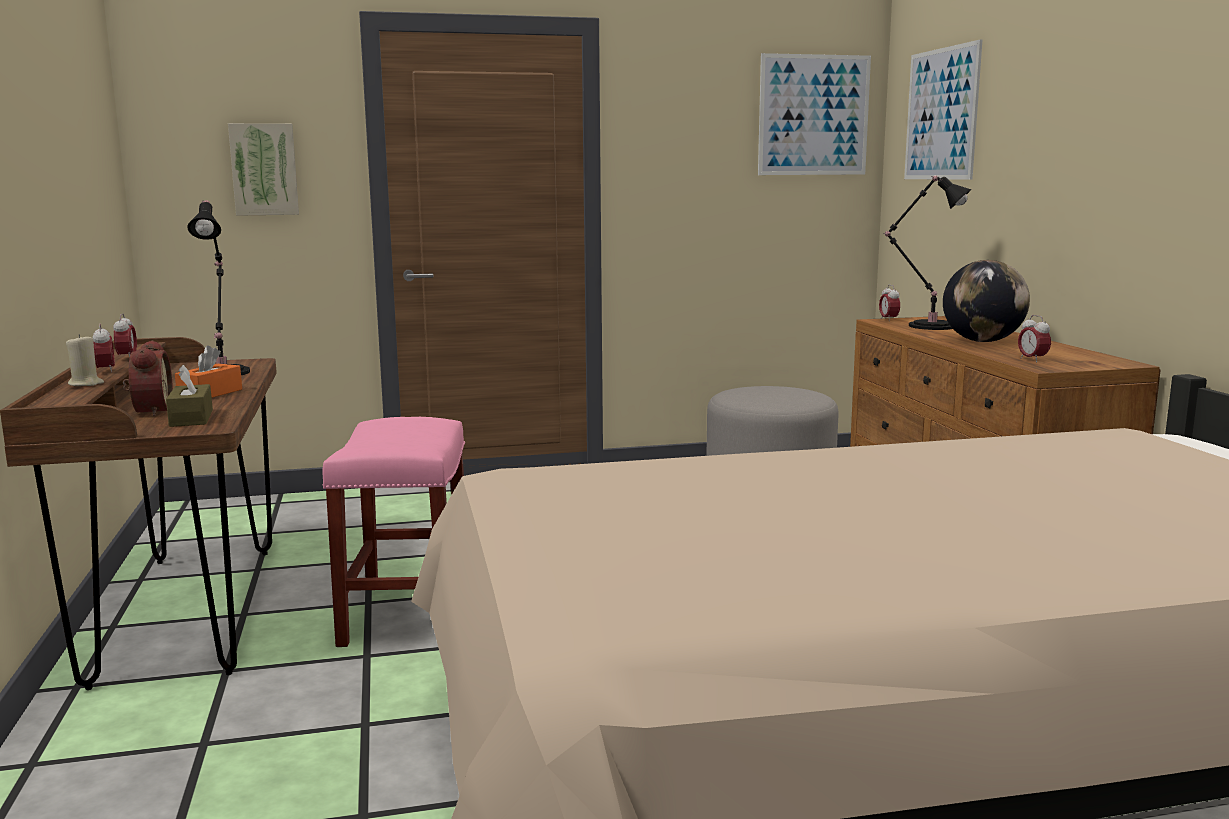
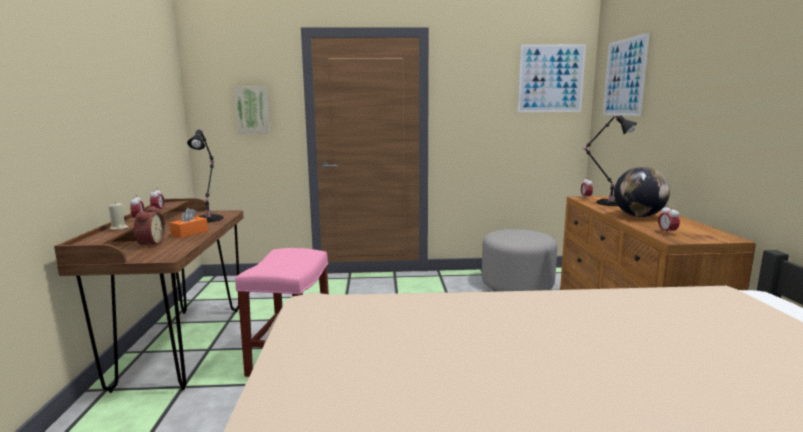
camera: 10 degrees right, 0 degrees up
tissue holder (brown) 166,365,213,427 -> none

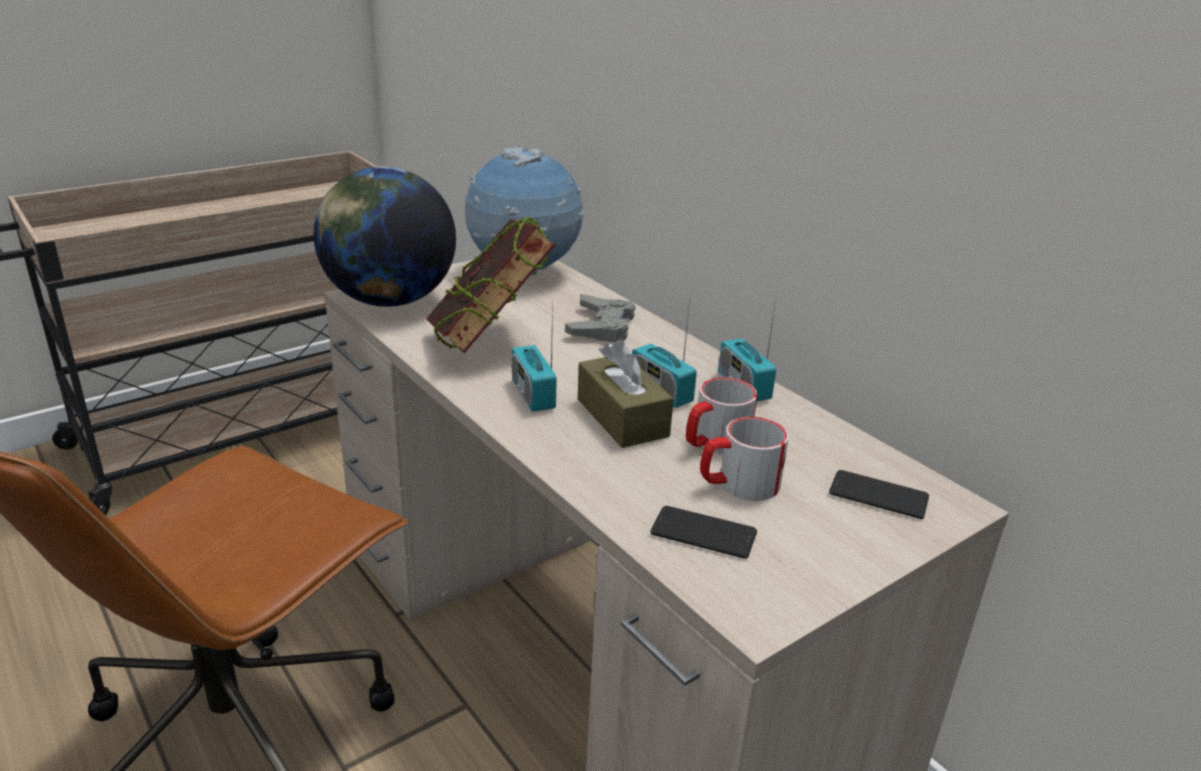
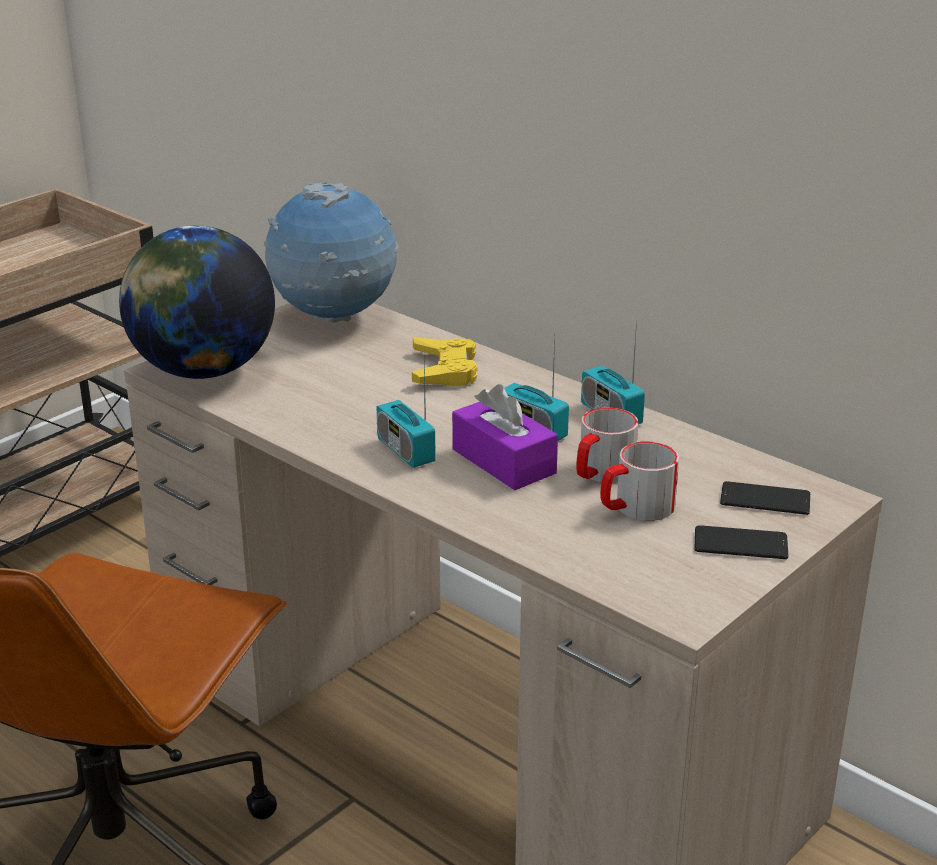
camera: 10 degrees left, 0 degrees up
volume 426,216,556,353 -> none
handset 650,506,757,559 -> handset 694,525,788,559, shifted
joypad (gray) 565,294,635,342 -> joypad (yellow-coloured) 412,337,477,386
tissue holder (brown) 578,340,674,448 -> tissue holder (purple) 452,384,558,490

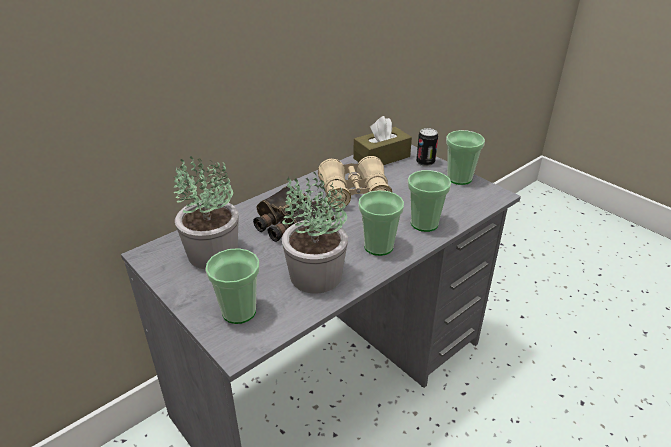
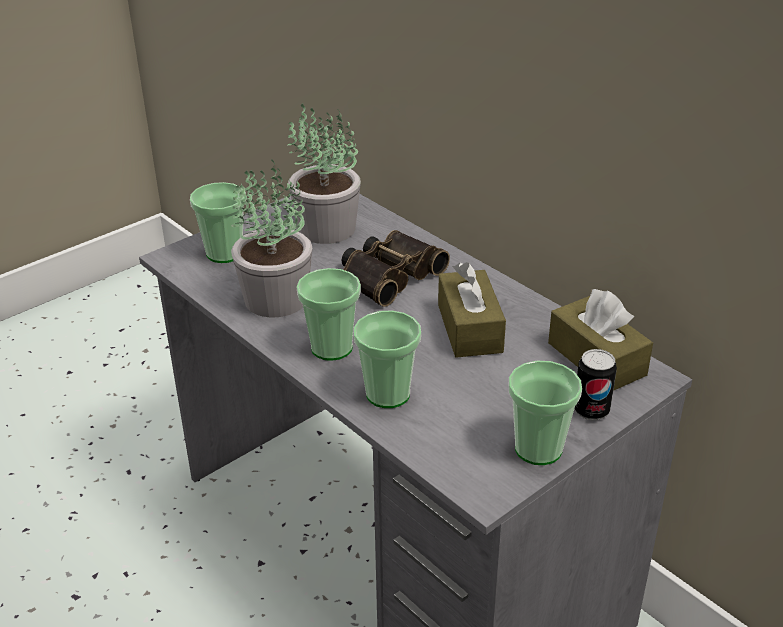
camera: 90 degrees right, 0 degrees up
pair of binoculars (beige-coloured) 318,156,393,209 -> tissue holder (brown) 438,262,506,358

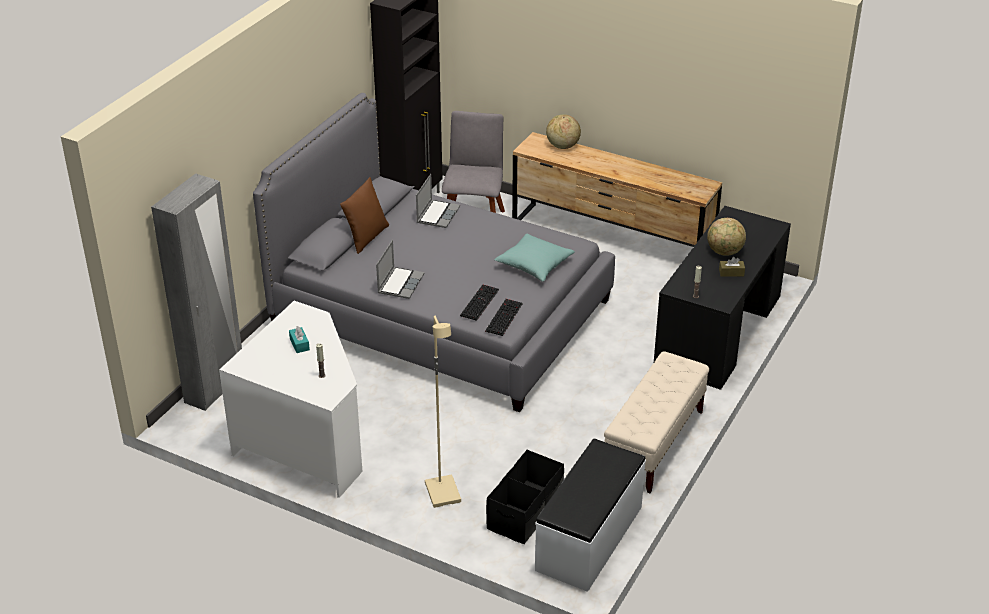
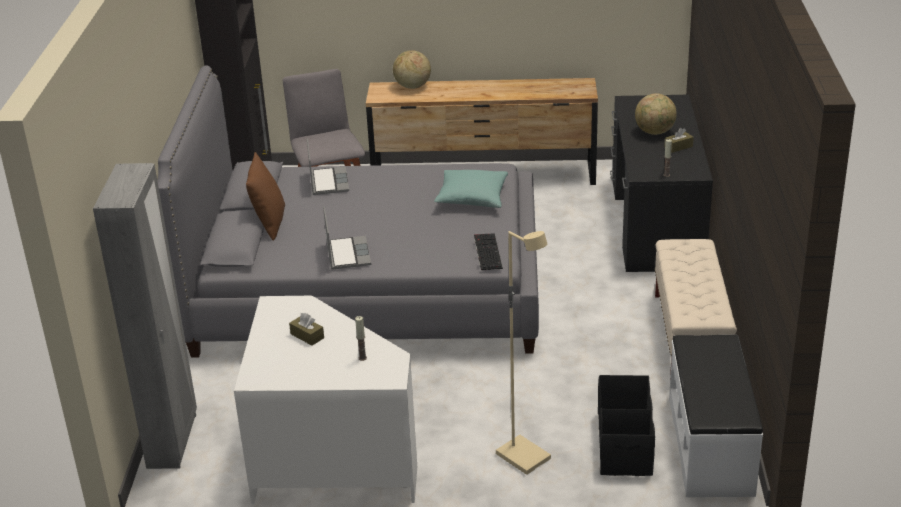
camera: 25 degrees left, 5 degrees down
computer keyboard 460,285,499,321 -> none
tissue holder (turquoise) 289,326,310,353 -> tissue holder (brown) 289,313,324,346

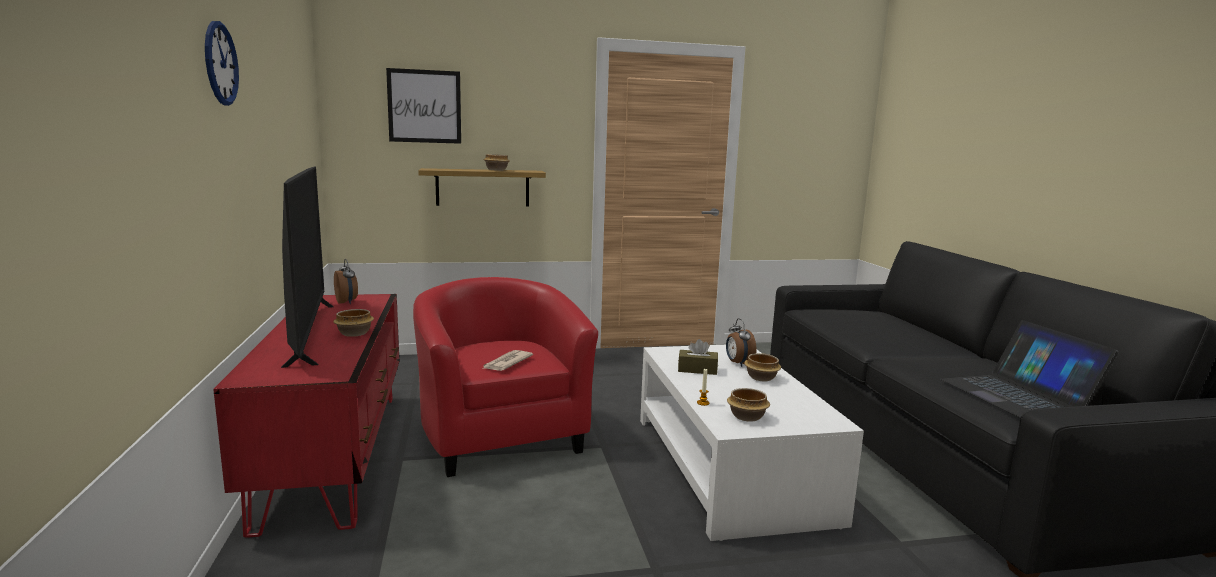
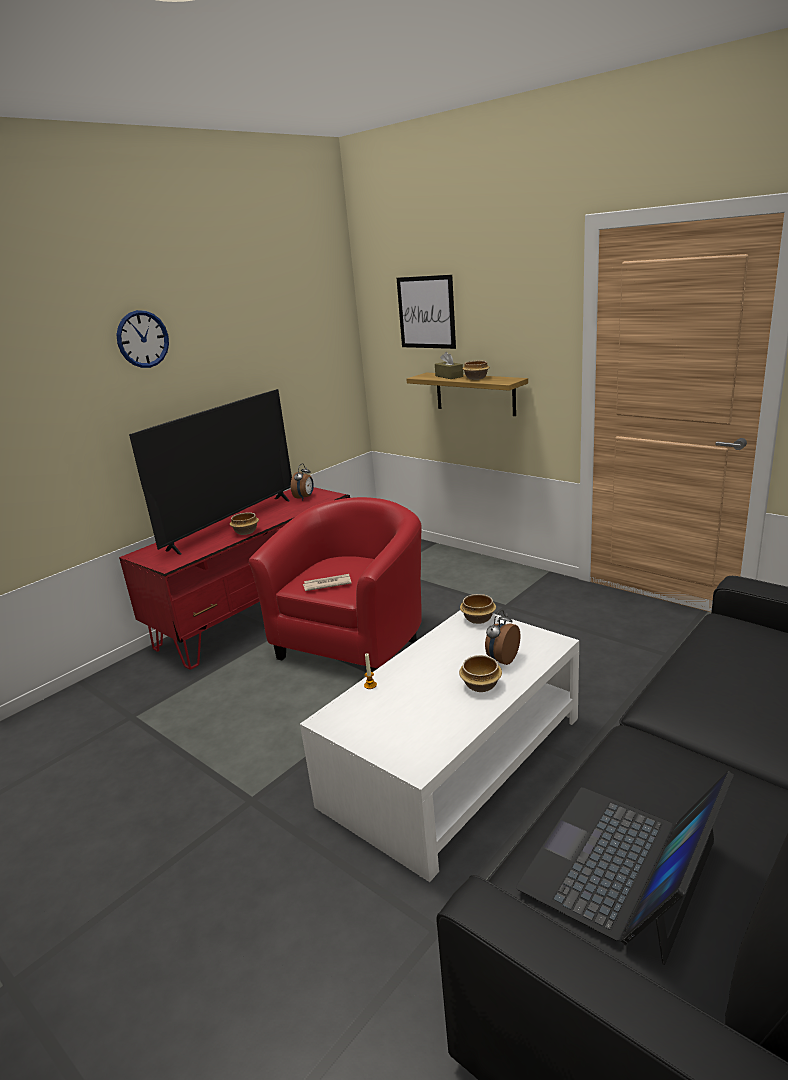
camera: 55 degrees right, 10 degrees up
tissue holder (brown) 678,339,718,375 -> tissue holder (brown) 435,352,463,379, shifted
deep dish 727,388,770,421 -> deep dish 460,594,496,624, shifted

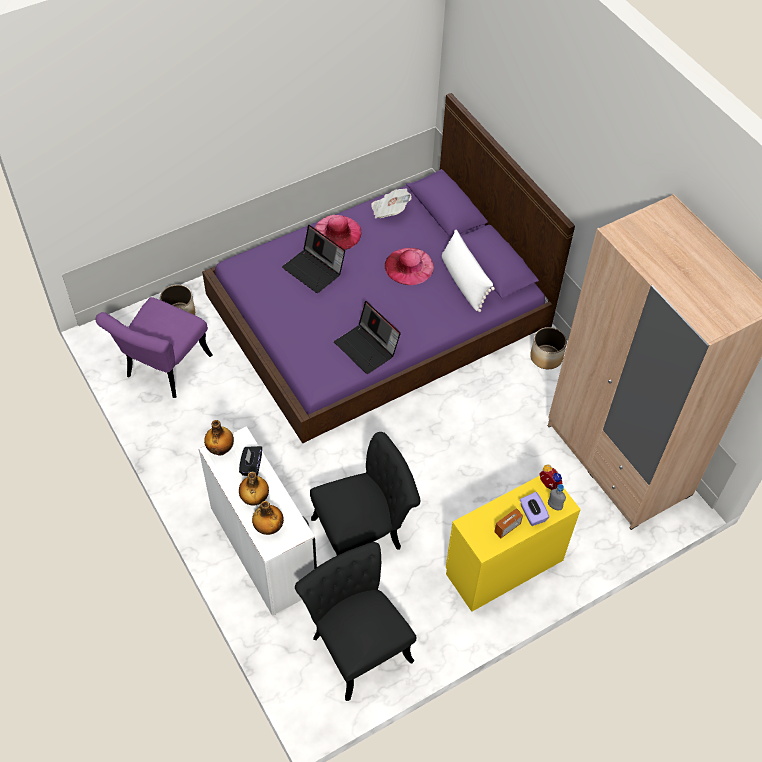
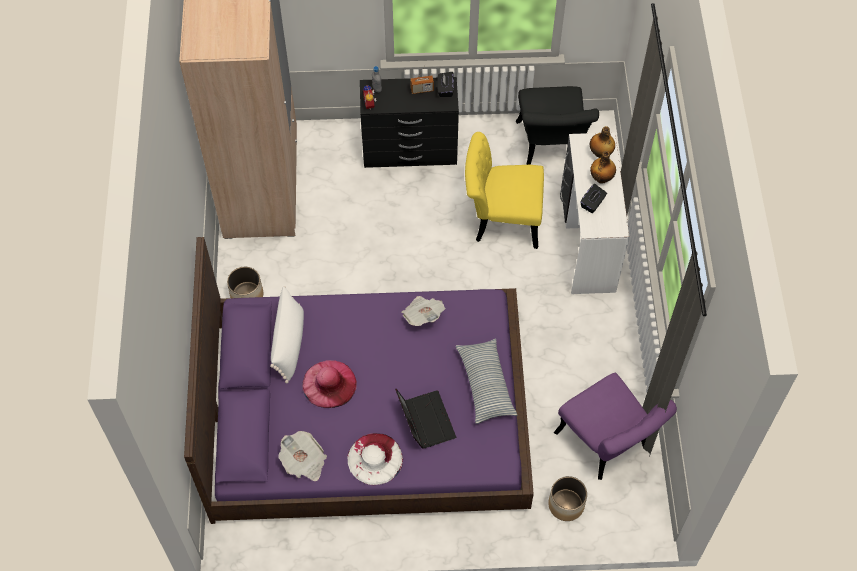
camera: 150 degrees left, 5 degrees up
bottle 204,420,234,456 -> none
tissue holder (purple) 520,492,549,526 -> none
none -> tissue holder (black) 437,72,454,97
none -> cushion 456,338,517,424
portable computer 334,301,401,374 -> printed paper 401,296,445,326
chair (black) 310,432,420,555 -> chair (yellow-coloured) 465,132,544,249
clothing hat (pinkish) 314,215,361,250 -> clothing hat (white) 347,433,403,485
drawer chest (yellow-coloured) 446,476,581,612 -> drawer chest (black) 360,77,459,168
chair (purple) 96,297,212,398 -> chair (purple) 554,373,677,480, 90 degrees clockwise

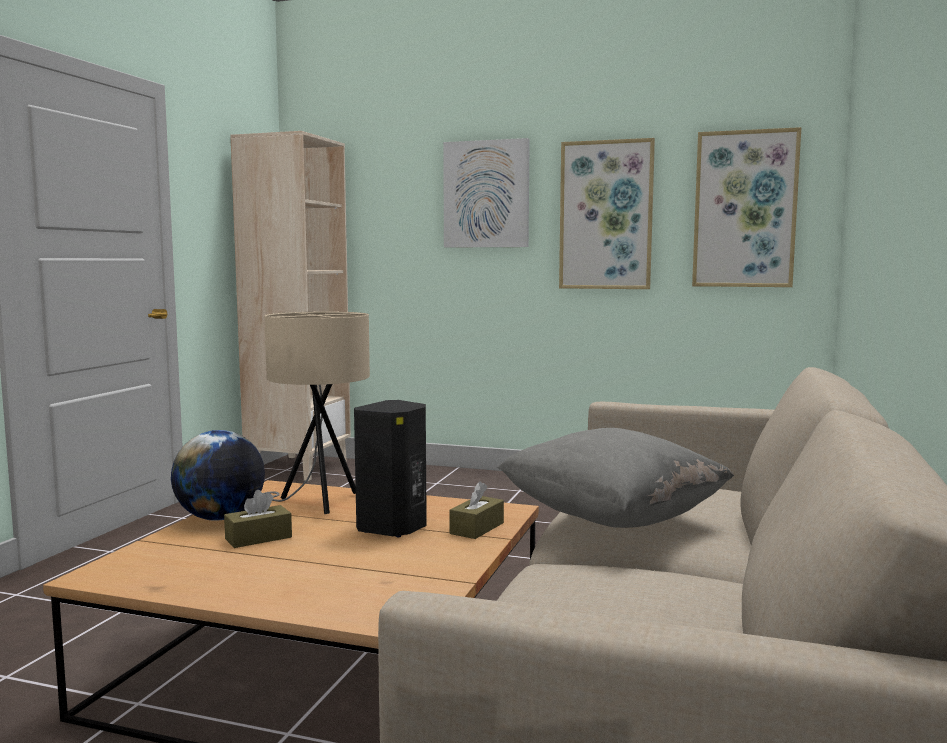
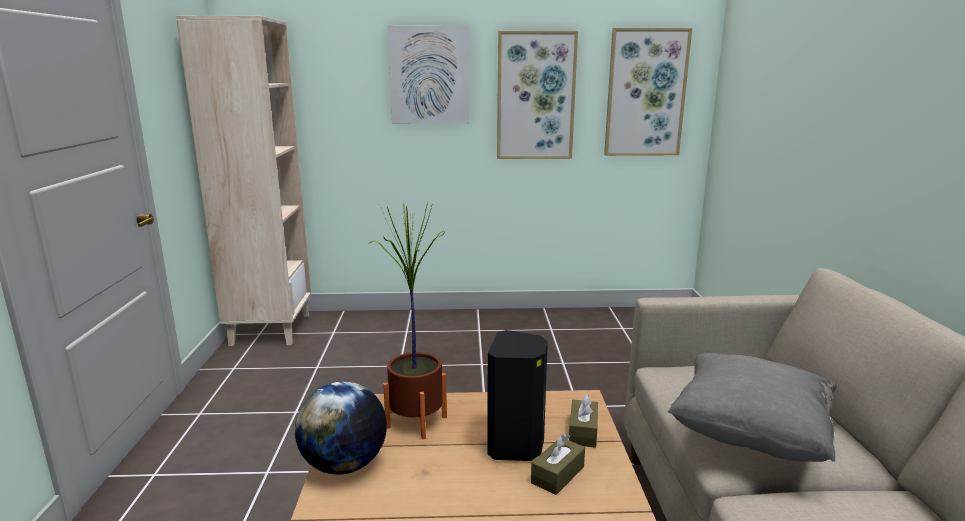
camera: 20 degrees left, 10 degrees up
tissue holder (brown) 224,490,292,548 -> tissue holder (brown) 531,433,585,495, shifted
tabletop lamp (beige-coloured) 264,312,370,514 -> plant in a pot 369,201,447,440

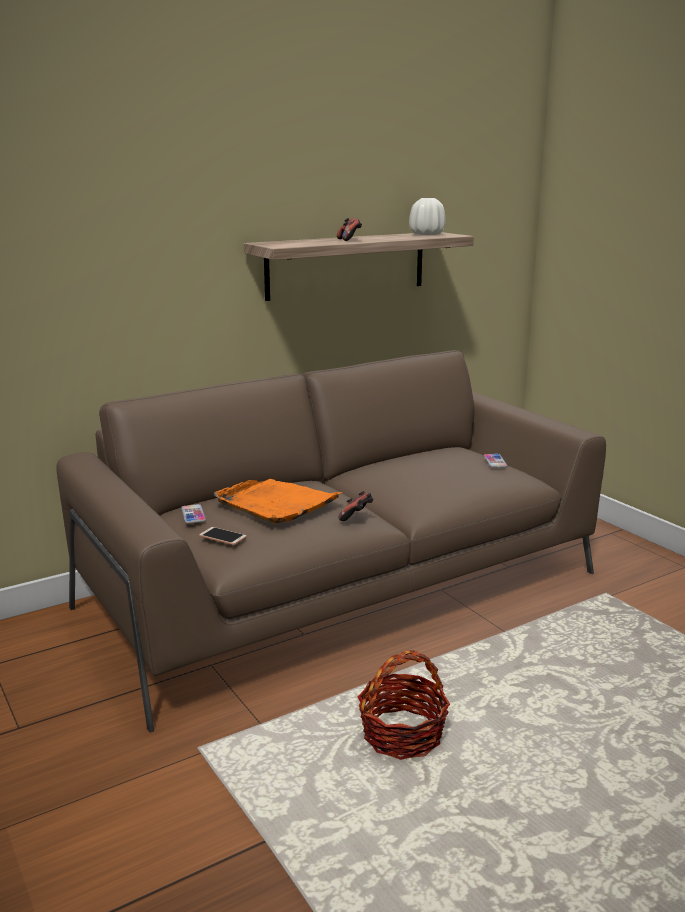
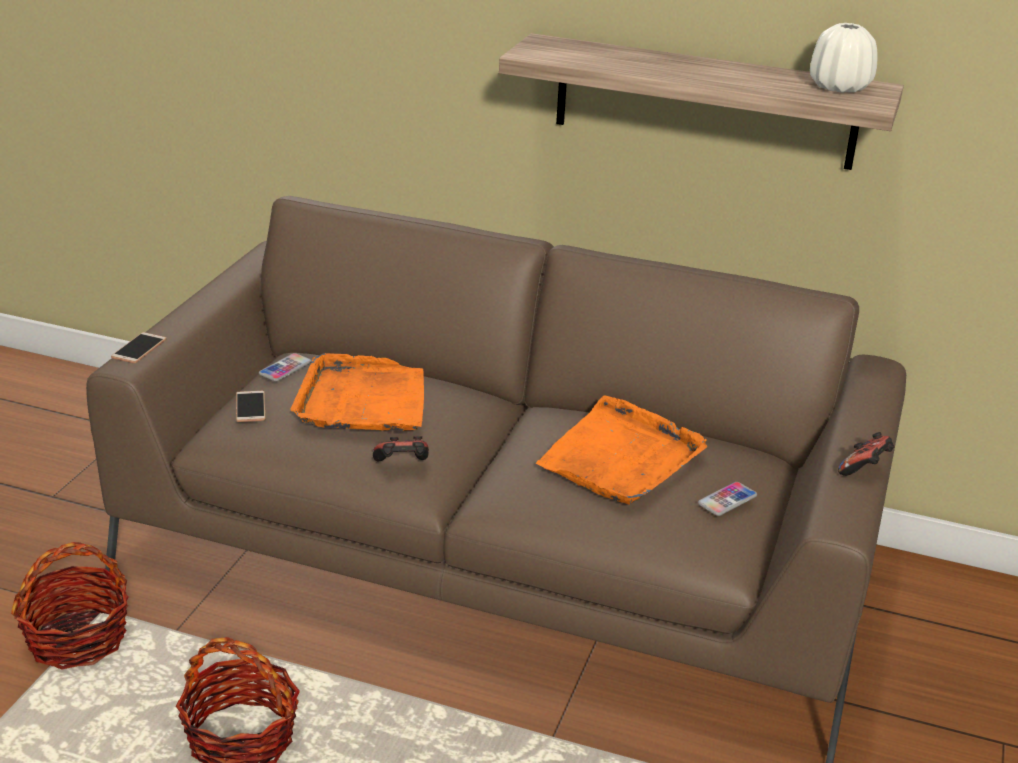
camera: 50 degrees right, 10 degrees up
none -> storage basket 11,542,129,670
none -> handset 111,332,167,363
none -> serving tray (orange) 536,396,707,505
joypad 337,218,362,241 -> joypad 838,432,894,476, shifted

